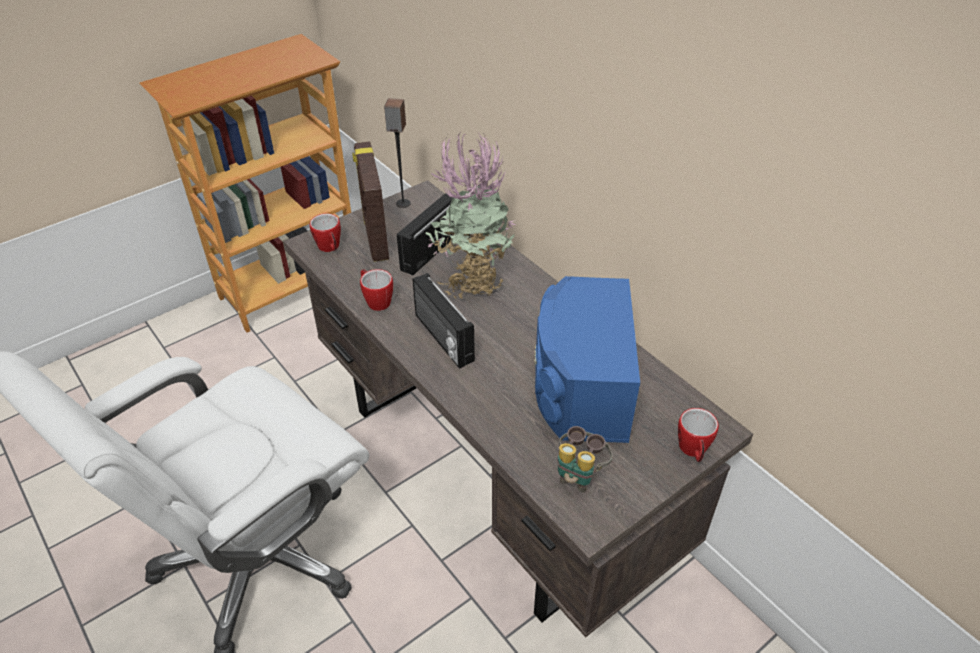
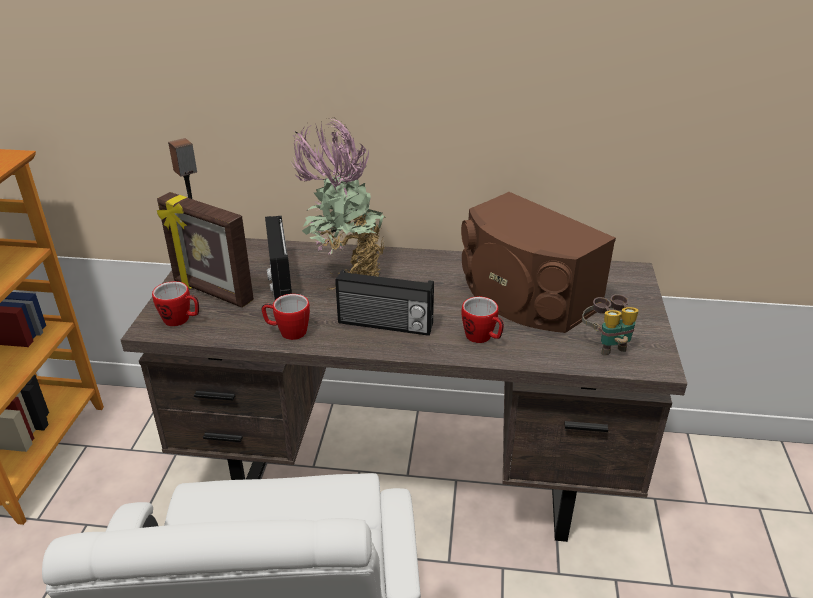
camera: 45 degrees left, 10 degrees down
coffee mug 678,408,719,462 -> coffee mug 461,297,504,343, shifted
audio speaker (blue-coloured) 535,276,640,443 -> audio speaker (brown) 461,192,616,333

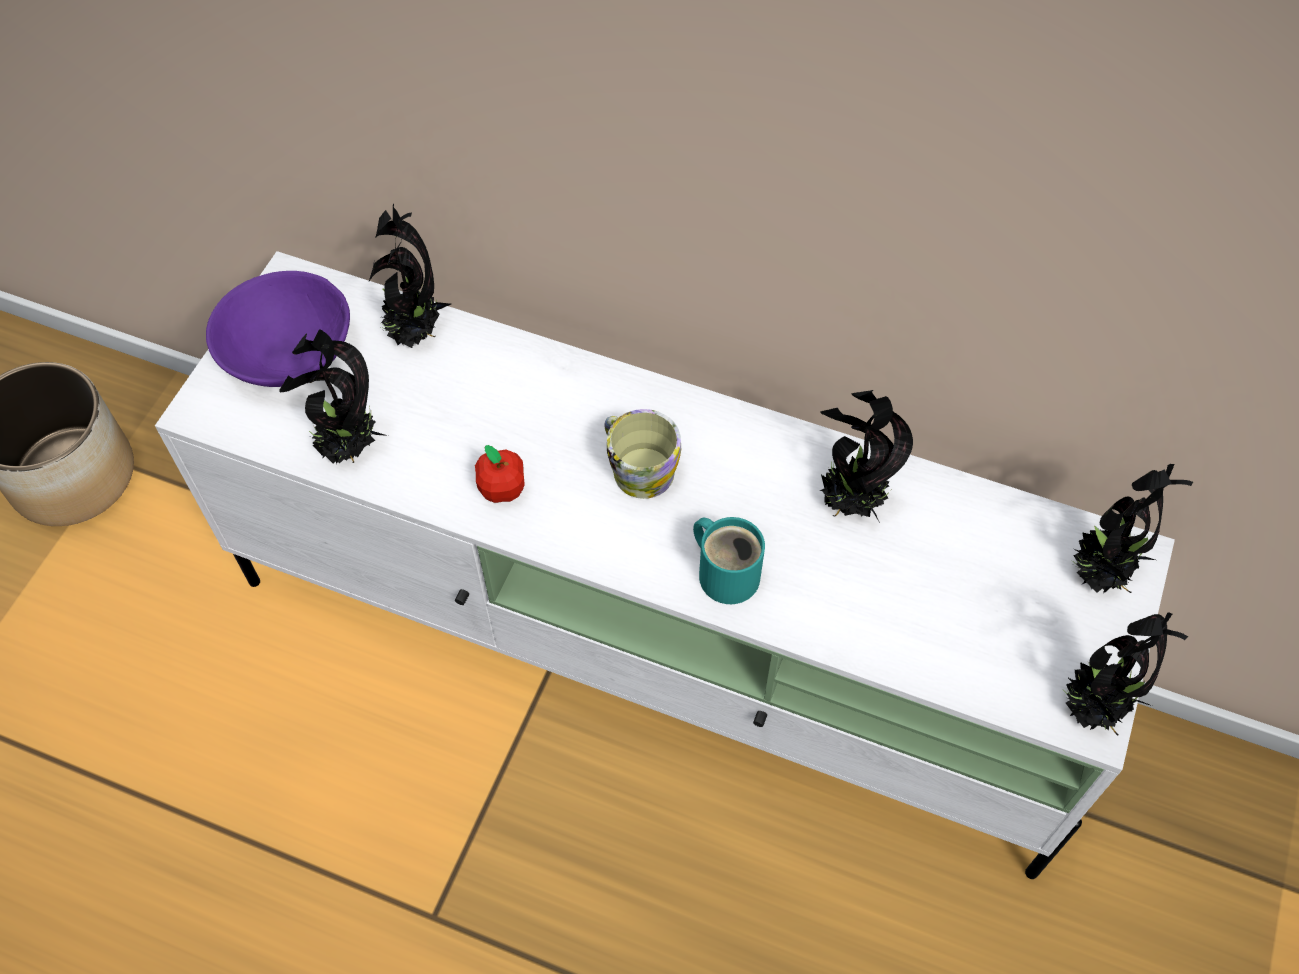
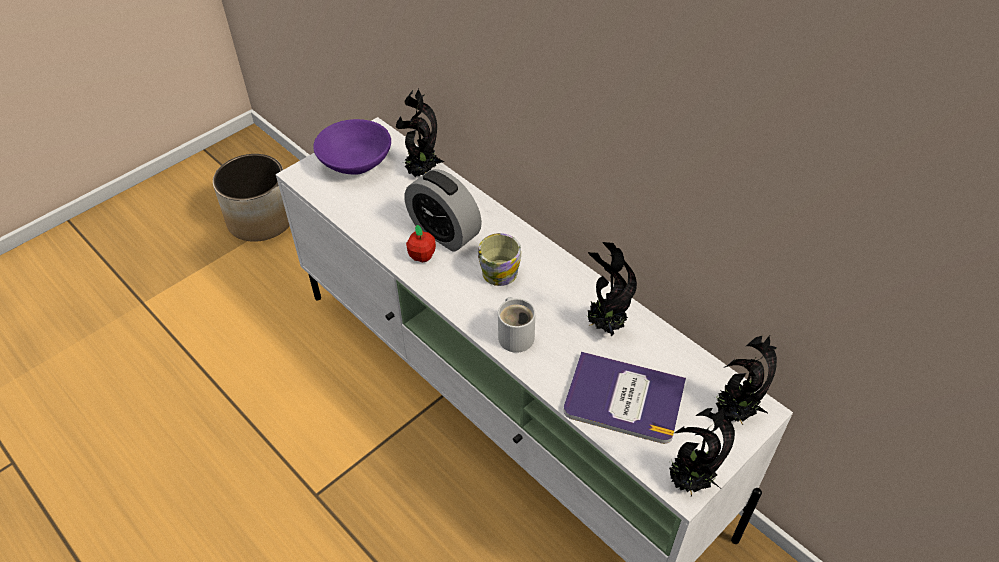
camera: 25 degrees right, 10 degrees down
plant in a pot 280,329,388,464 -> none
none -> bedside clock 405,169,482,252
none -> volume 563,352,686,444
coffee mug (turquoise) 693,517,765,604 -> coffee mug (white) 498,297,535,353

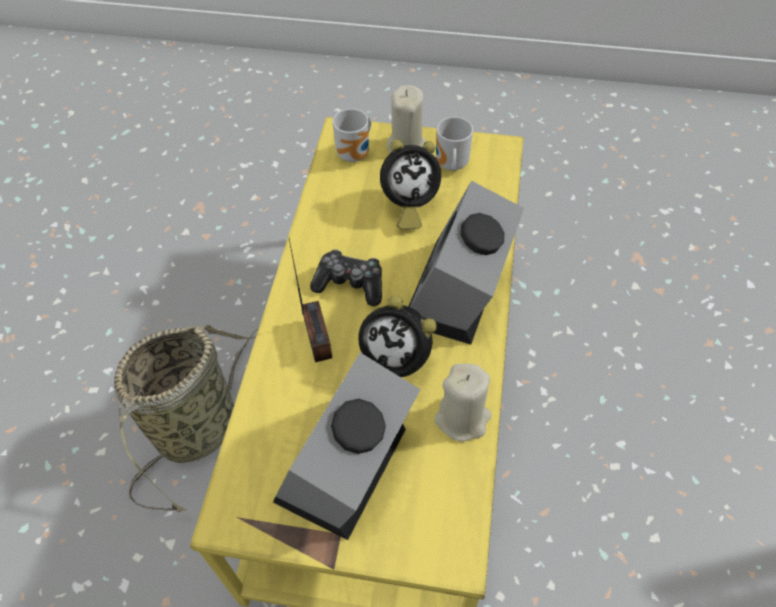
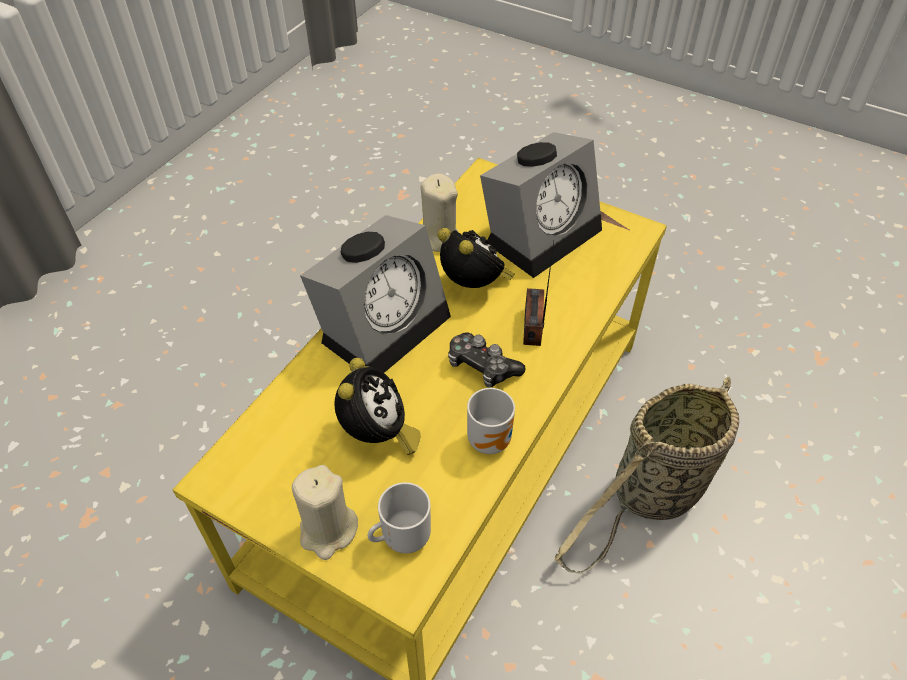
camera: 160 degrees left, 5 degrees down
coffee mug 436,117,473,171 -> coffee mug 467,388,515,454, shifted
bedside clock 380,139,441,229 -> bedside clock 335,358,421,455, 90 degrees clockwise

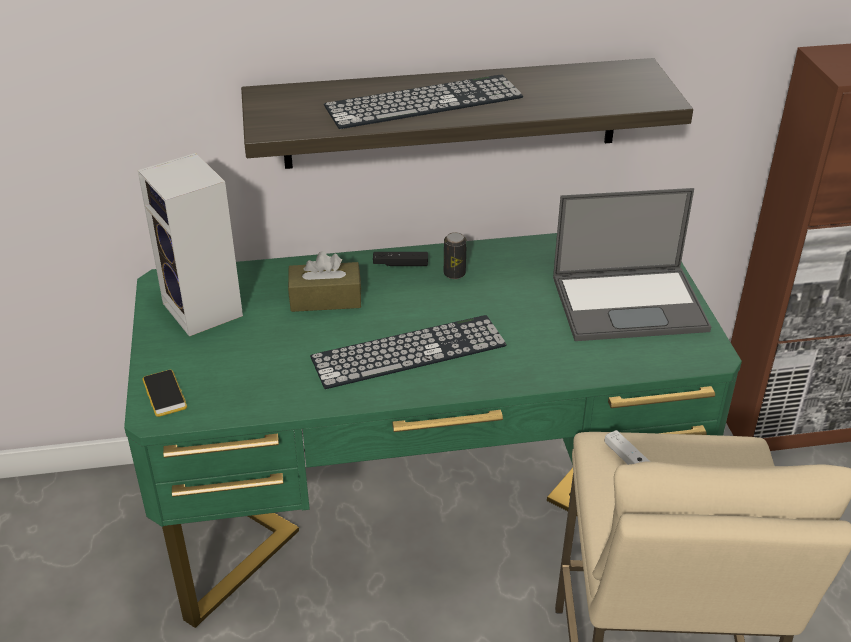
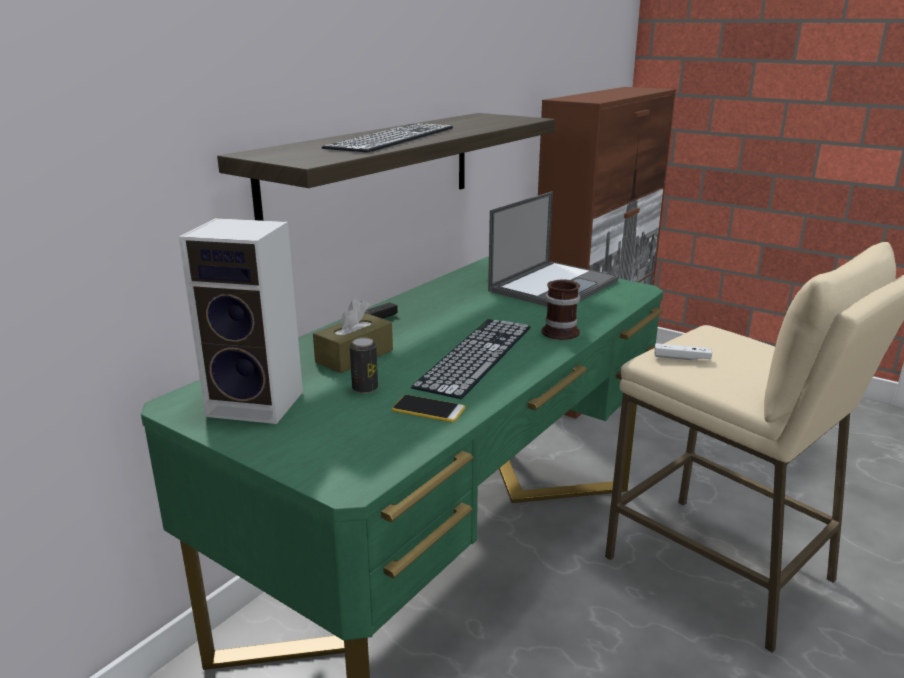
camera: 45 degrees left, 15 degrees down
none -> coffee mug 541,279,580,340
handset 142,370,187,417 -> handset 392,395,465,422, shifted
metal can 444,232,467,279 -> metal can 350,337,378,394, shifted

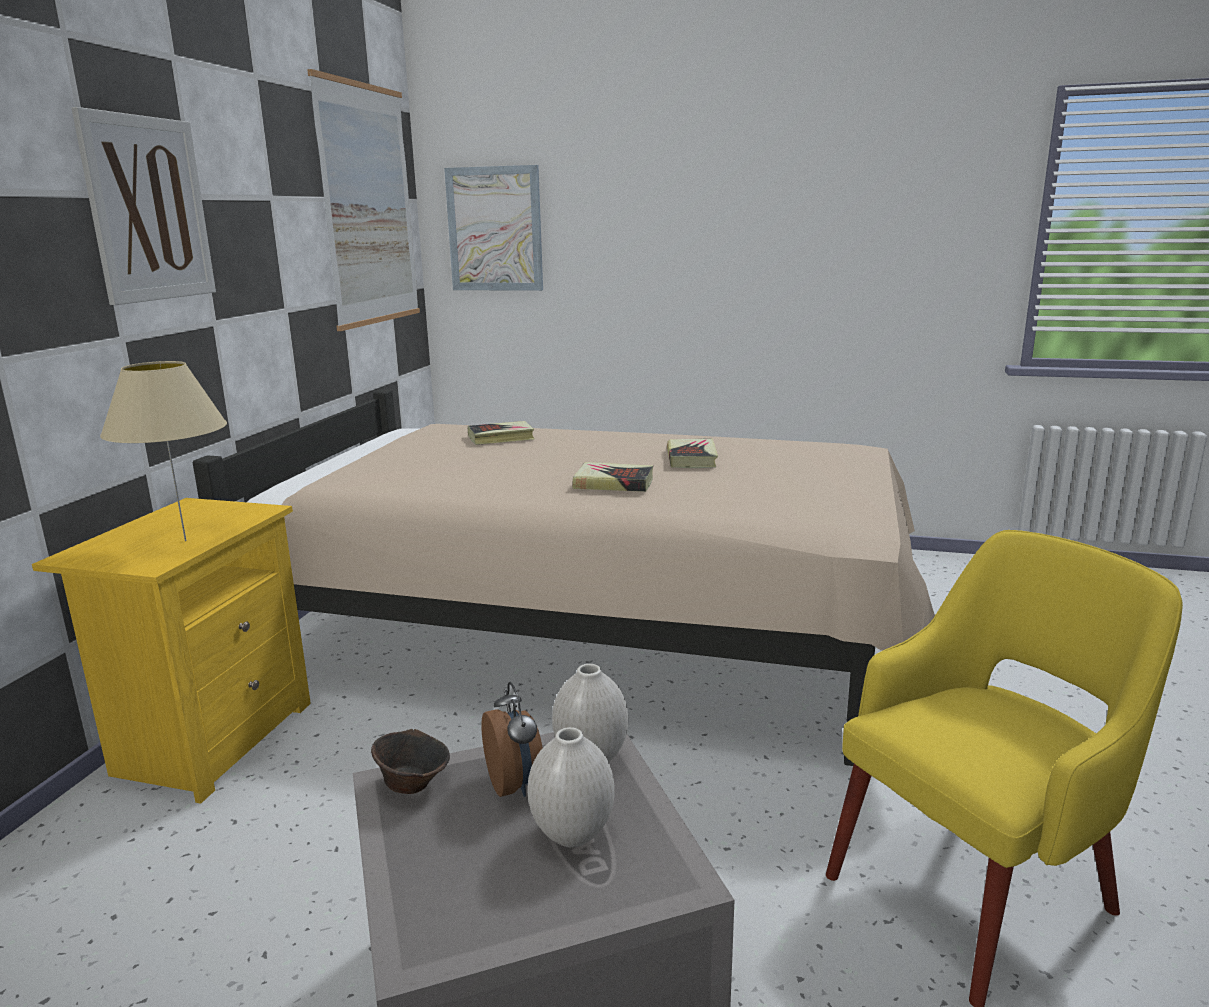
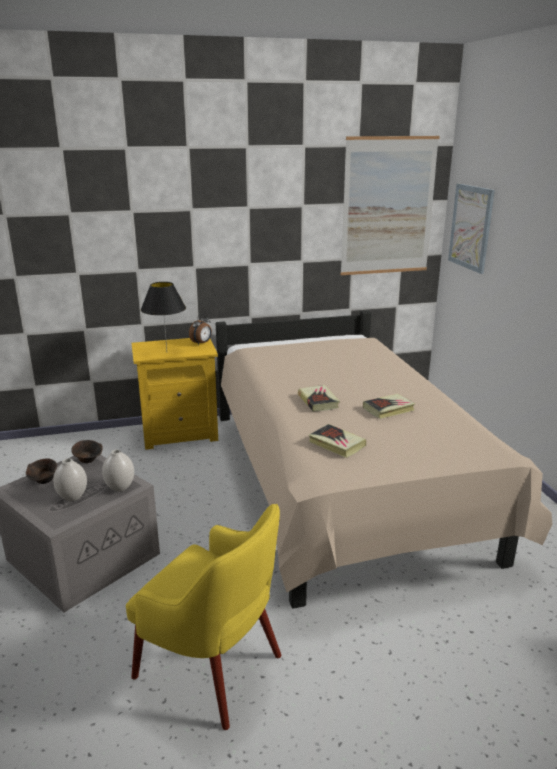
camera: 60 degrees right, 5 degrees up
wall picture 72,107,216,305 -> none
none -> deep dish (brown) 26,458,57,484
volume 468,421,535,445 -> volume 309,424,366,458, shifted
bedside clock 481,682,543,797 -> bedside clock 189,314,212,345, shifted
tabletop lamp (beige-coloured) 100,361,227,541 -> tabletop lamp (black) 141,282,186,350

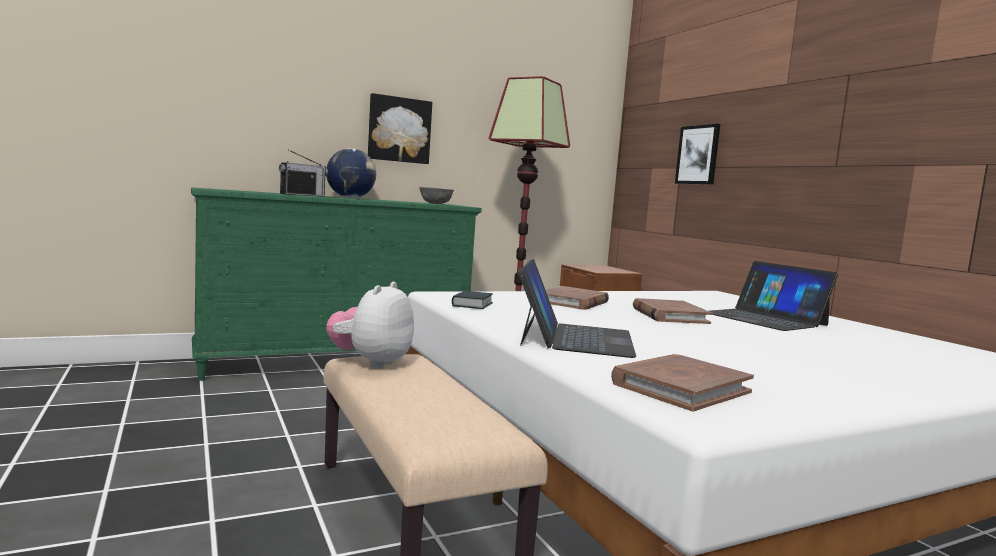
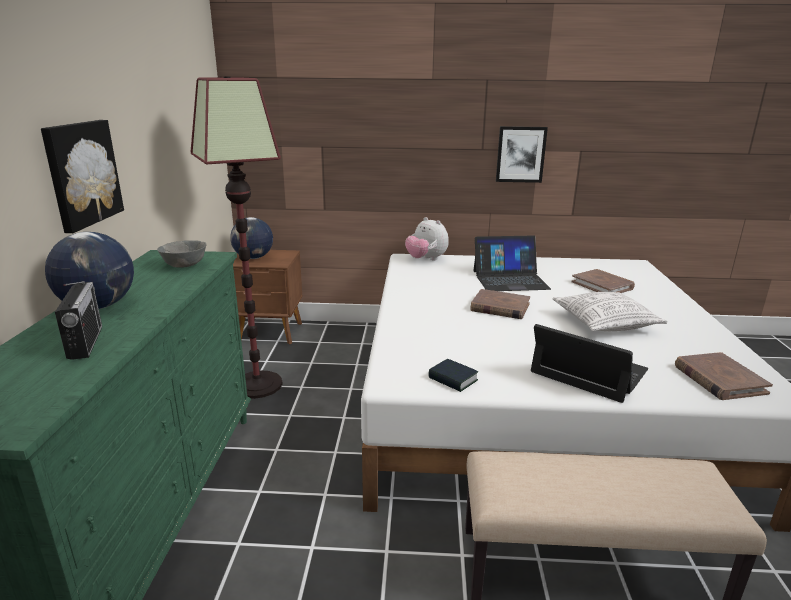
camera: 60 degrees left, 15 degrees up
none -> world globe 230,217,273,259
none -> cushion 553,292,667,331
plush toy 326,282,414,369 -> plush toy 405,217,449,260, shifted
volume (brown) 546,286,609,310 -> volume (brown) 571,269,635,293, shifted
wall picture 675,124,720,185 -> wall picture 496,126,548,183, shifted

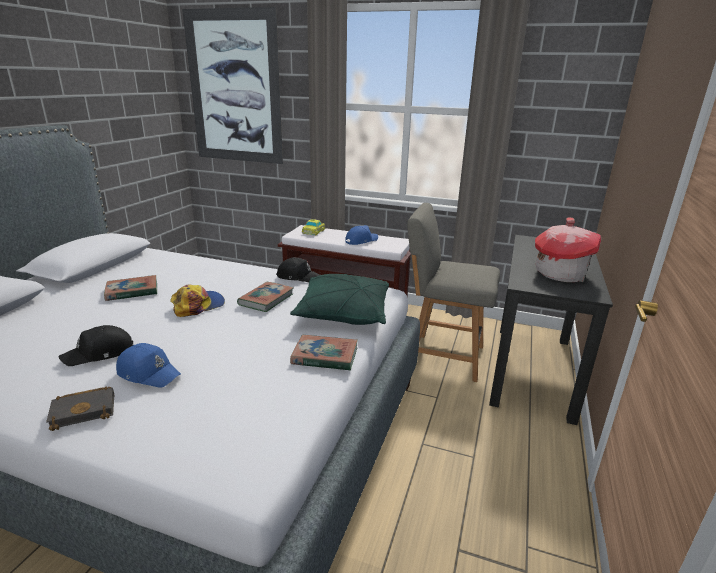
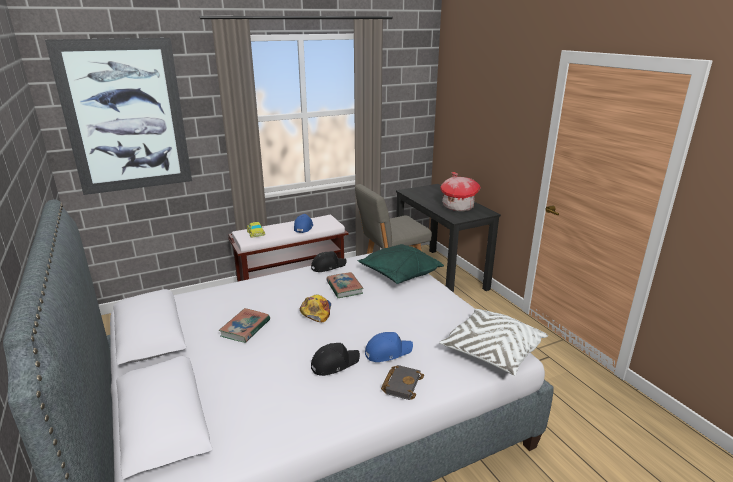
camera: 45 degrees left, 0 degrees up
volume 290,335,358,371 -> none
none -> cushion (white) 439,309,548,376
cap (black) 58,325,133,366 -> cap (black) 311,343,360,376, 135 degrees counterclockwise

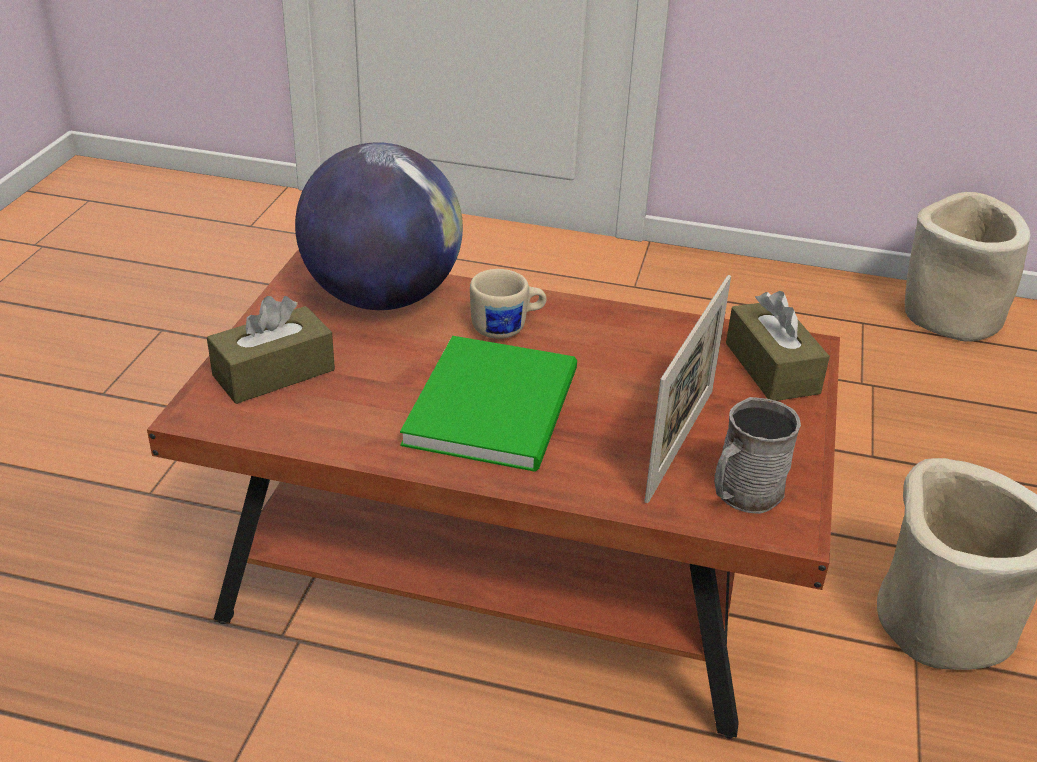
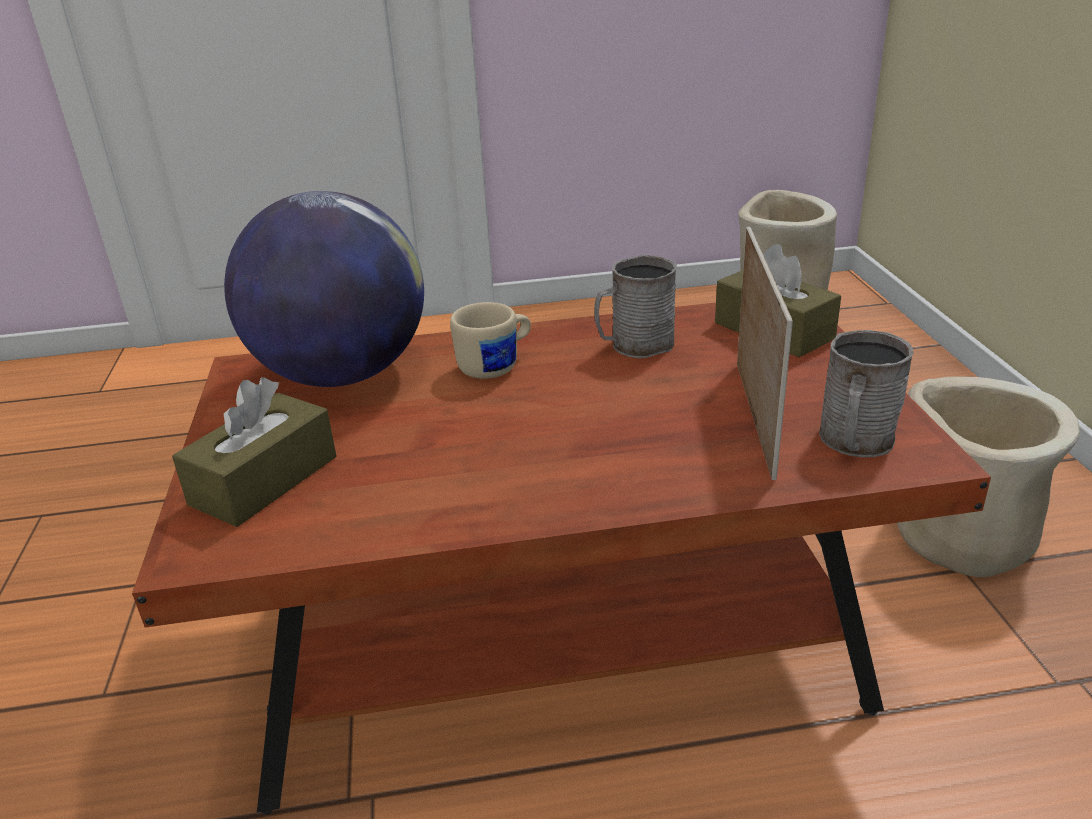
camera: 20 degrees left, 5 degrees down
volume (green) 400,336,577,472 -> none
none -> coffee mug (gray) 594,254,677,358

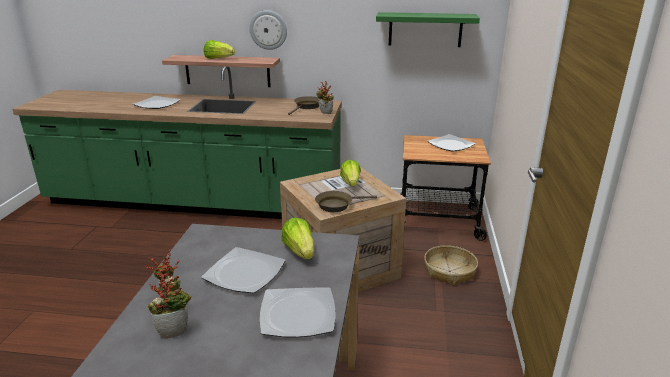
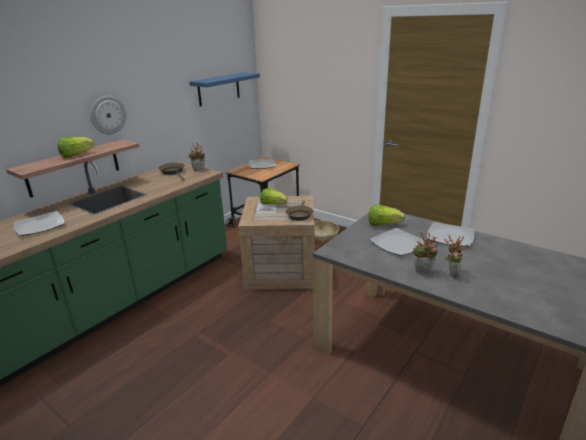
camera: 60 degrees left, 0 degrees up
shelf (green) 376,12,480,47 -> shelf (blue-coloured) 189,72,260,106

